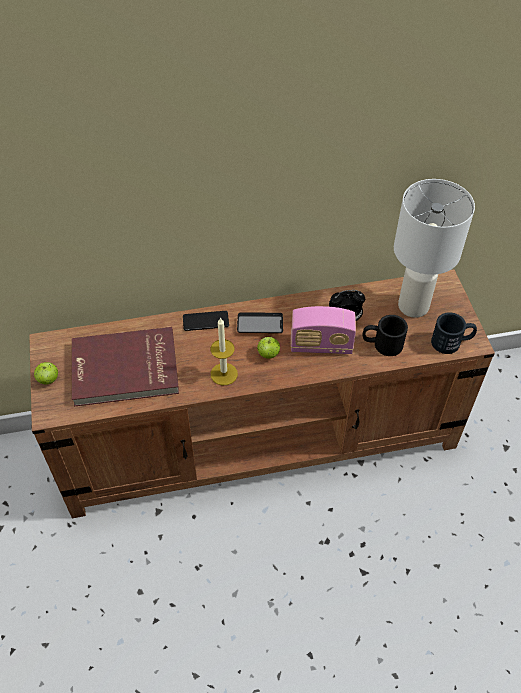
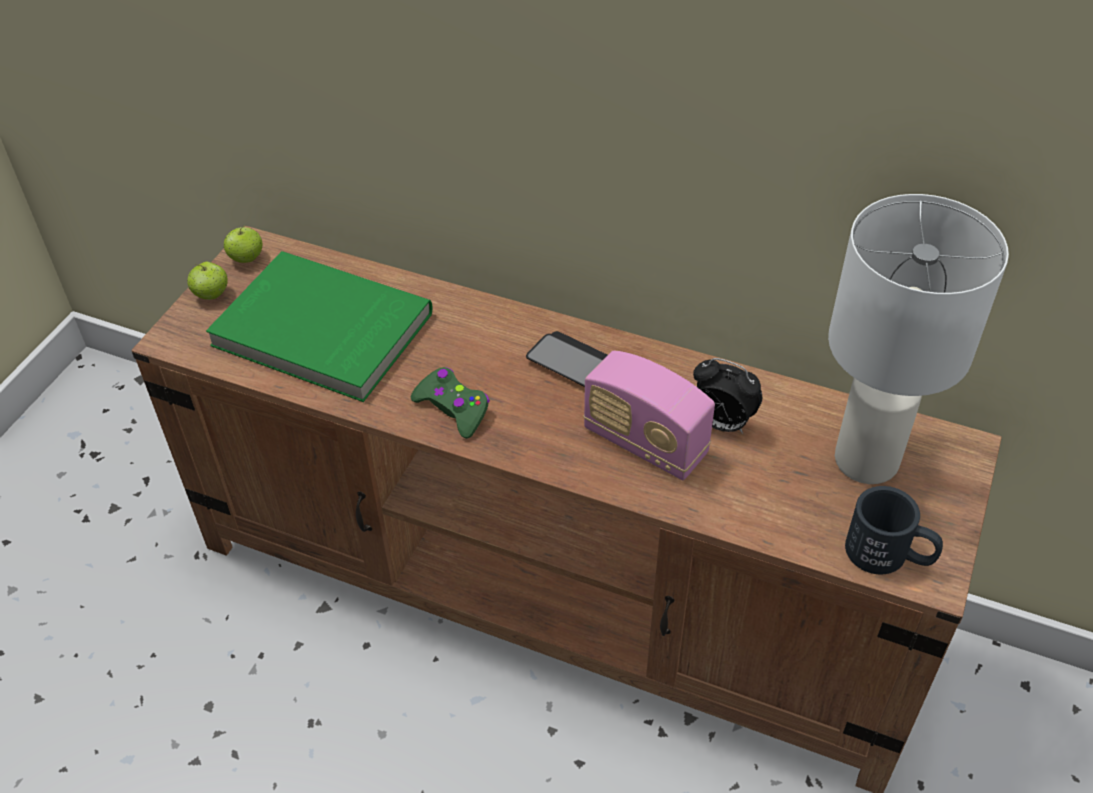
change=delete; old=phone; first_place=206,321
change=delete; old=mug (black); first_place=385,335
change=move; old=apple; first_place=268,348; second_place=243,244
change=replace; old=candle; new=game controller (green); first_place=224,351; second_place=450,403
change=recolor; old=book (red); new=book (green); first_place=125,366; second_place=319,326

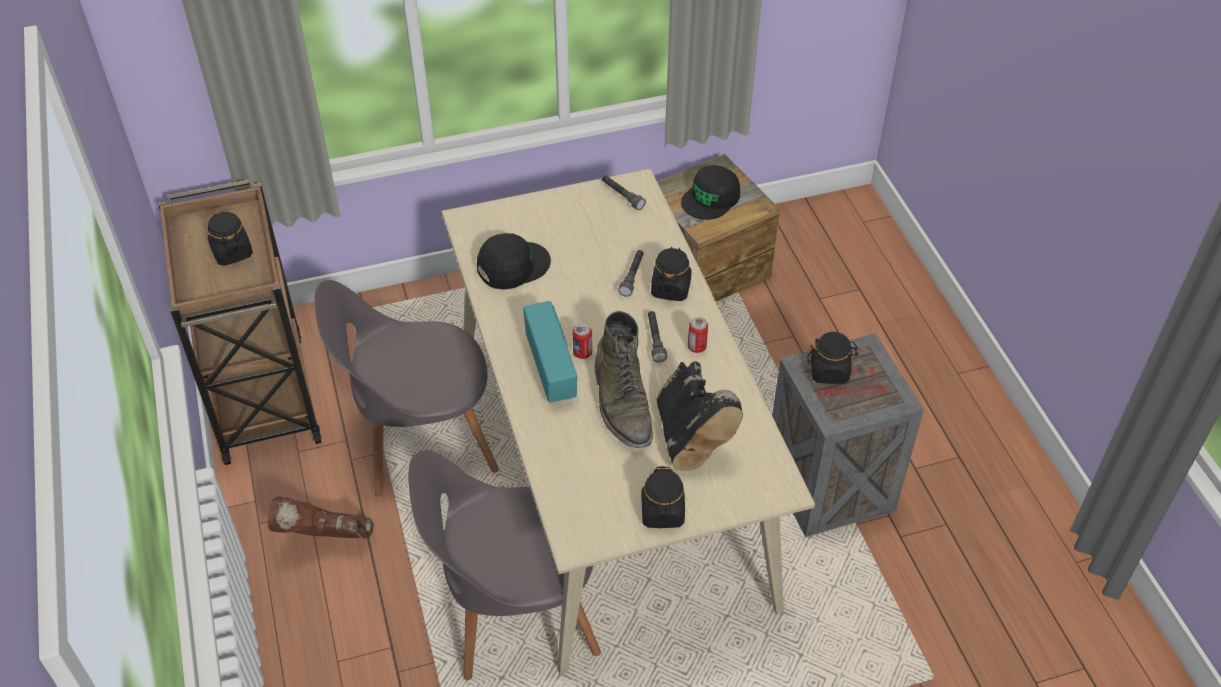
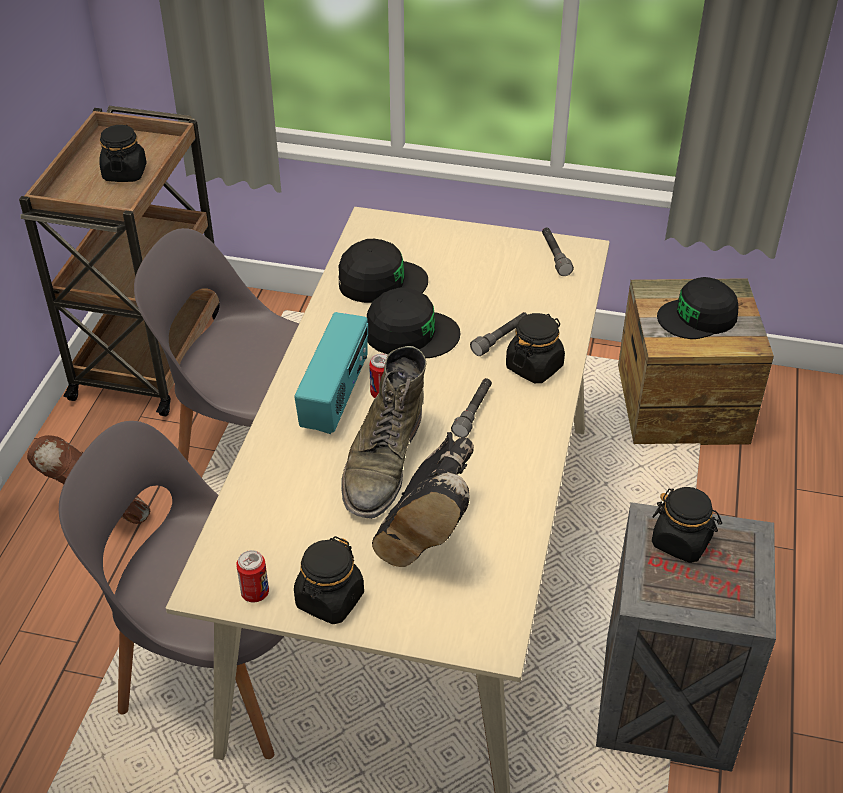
change=insert; new=cap (black); second_place=413,323
change=move; old=can; first_place=698,335; second_place=252,576

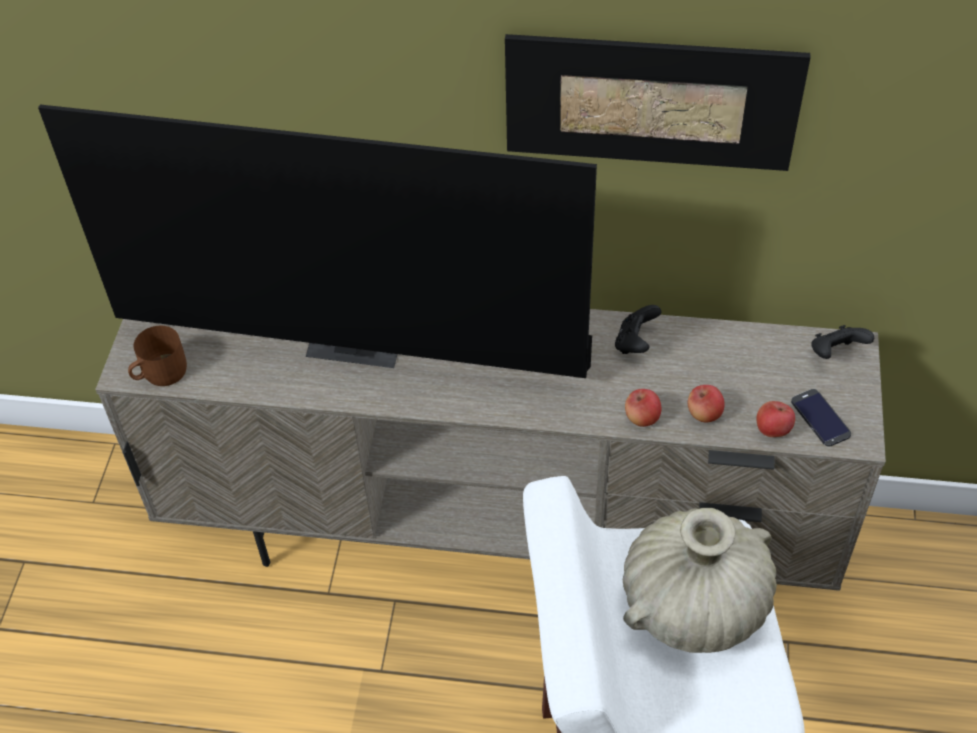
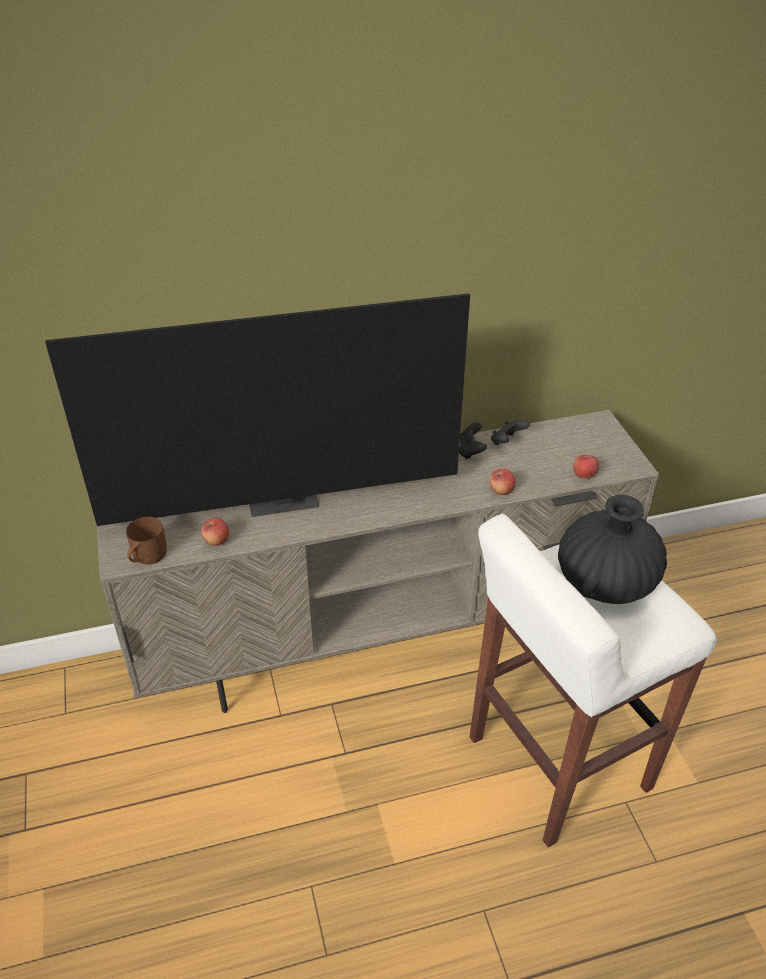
change=delete; old=picture; first_place=657,102
change=delete; old=phone; first_place=821,418
change=move; old=apple; first_place=706,404; second_place=215,532
change=move; old=game controller (black); first_place=842,342; second_place=510,432
change=recolor; old=vase (beige); new=vase (black); first_place=700,580; second_place=612,549

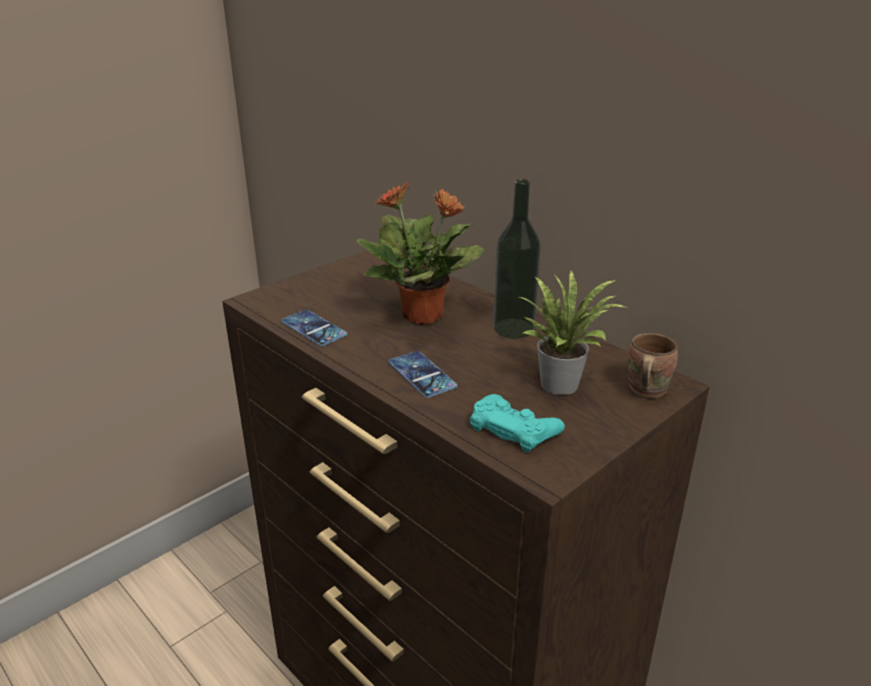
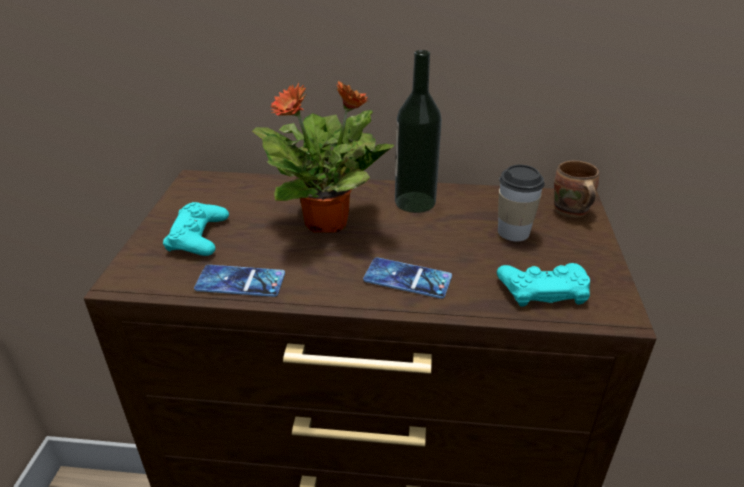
change=insert; new=game controller (turquoise); second_place=196,229
change=replace; old=potted plant; new=cup; first_place=572,333; second_place=521,203

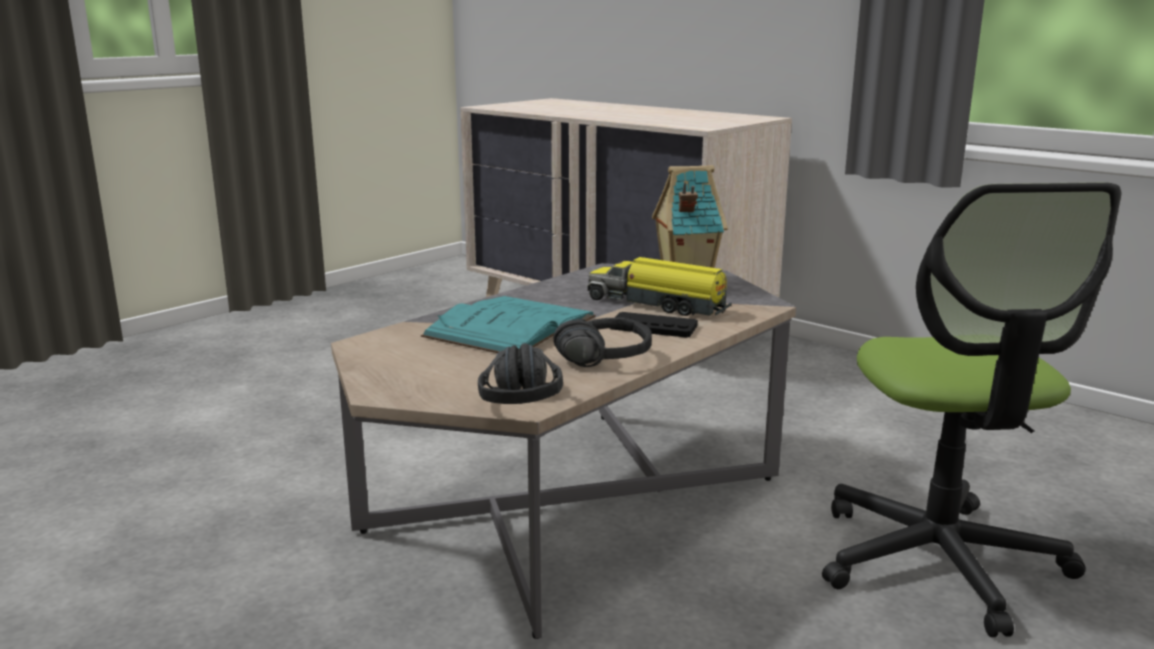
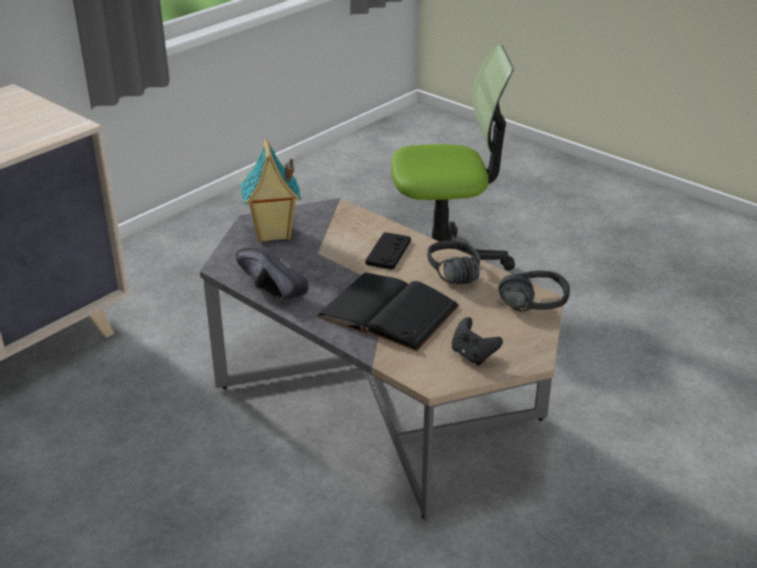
change=delete; old=toy truck; first_place=659,286
change=insert; new=shoe (black); second_place=272,272
change=insert; new=game controller (black); second_place=477,341
change=recolor; old=book (turquoise); new=book (black); first_place=508,324; second_place=388,312

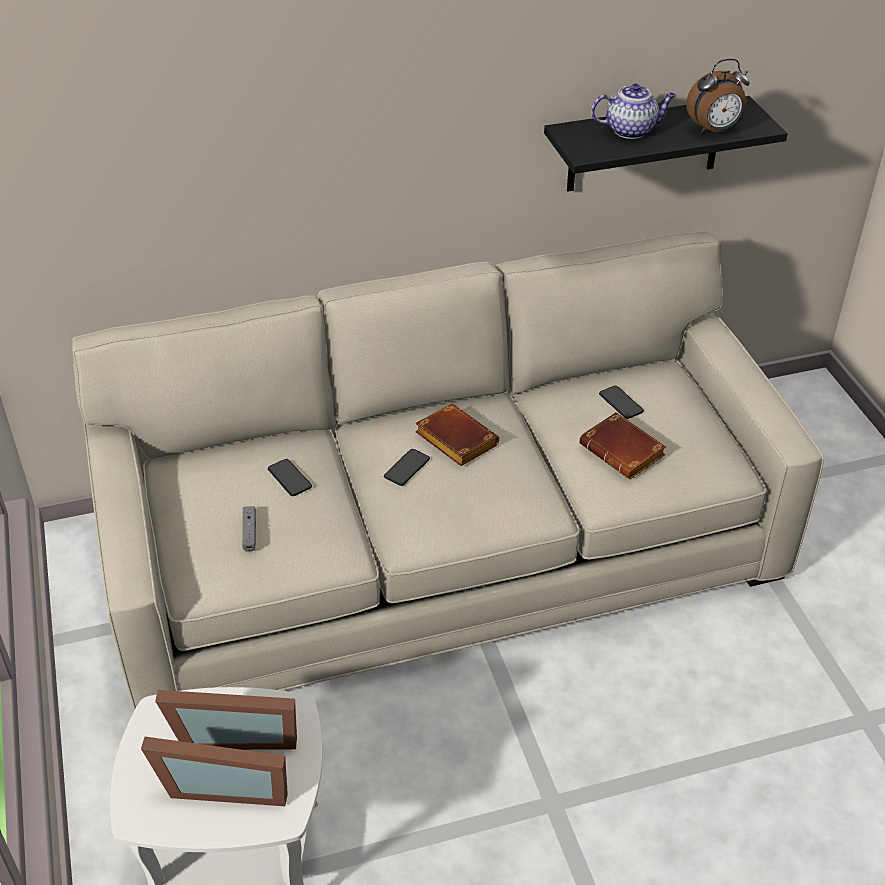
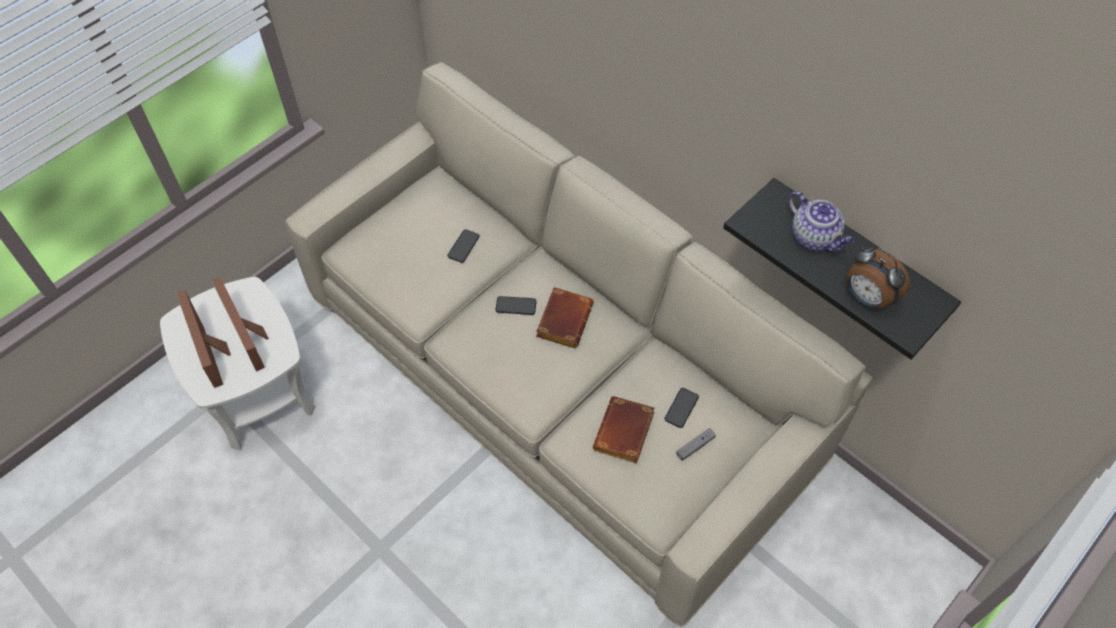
change=move; old=game controller (grey); first_place=249,529; second_place=696,444

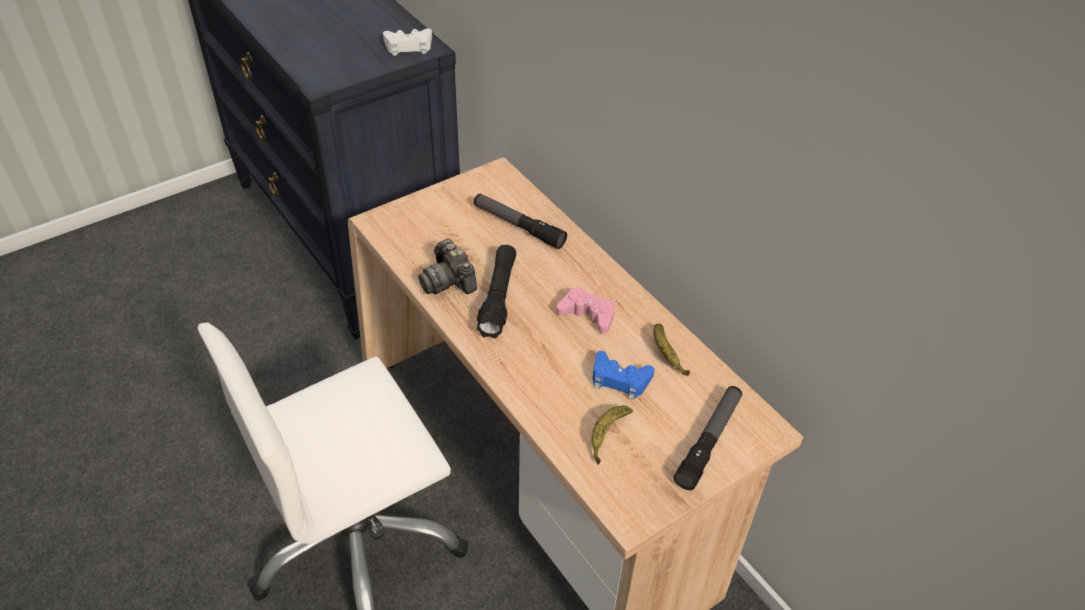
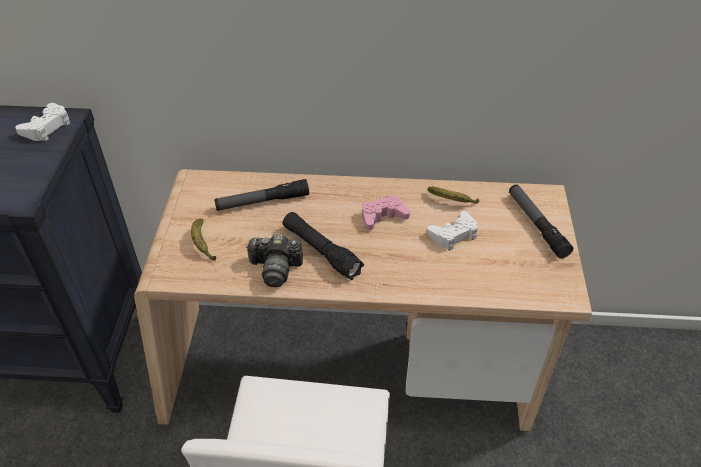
change=move; old=banana; first_place=612,435; second_place=203,240
change=recolor; old=game controller (blue); new=game controller (white); first_place=623,375; second_place=452,231

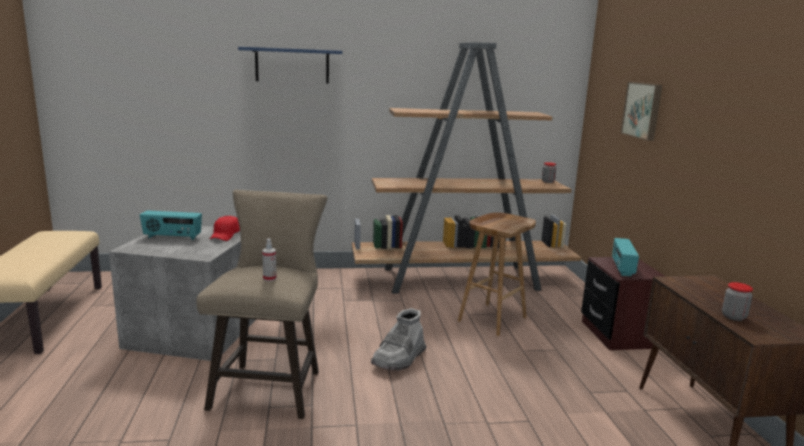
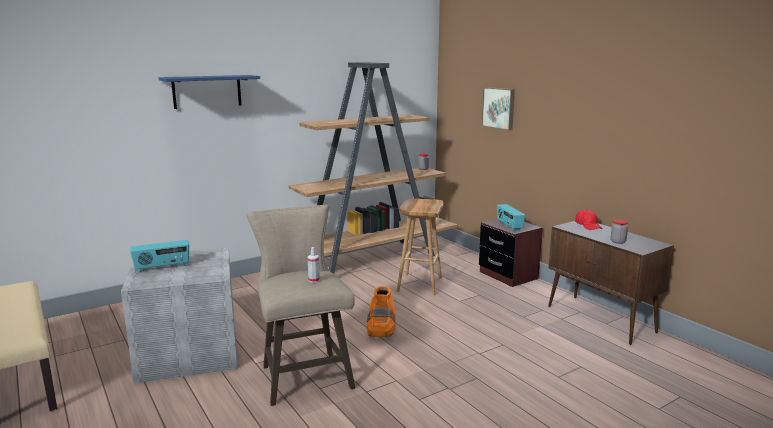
change=move; old=cap (red); first_place=225,228; second_place=589,220
change=recolor; old=boot (grey); new=boot (orange); first_place=399,339; second_place=381,311

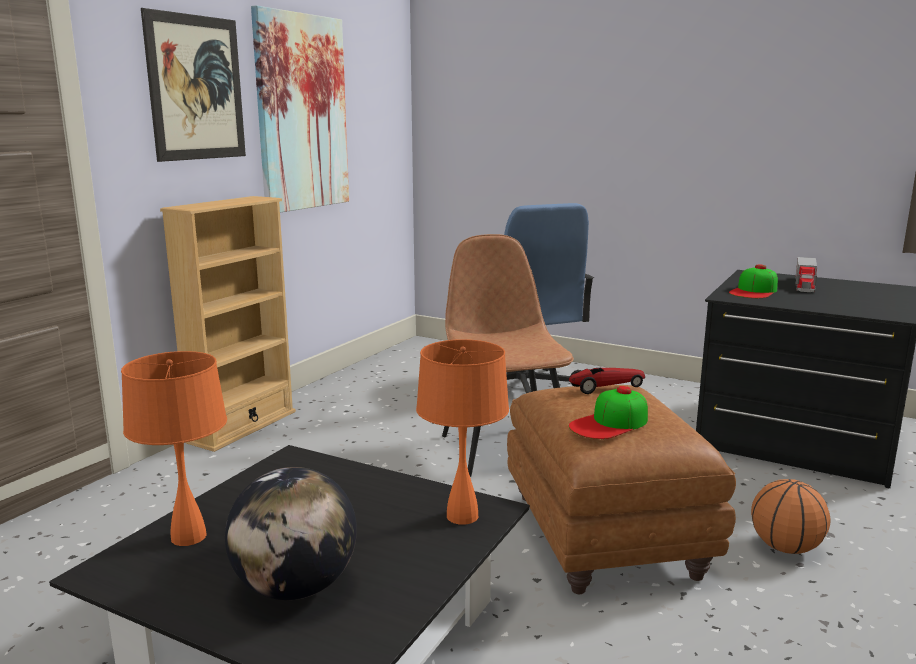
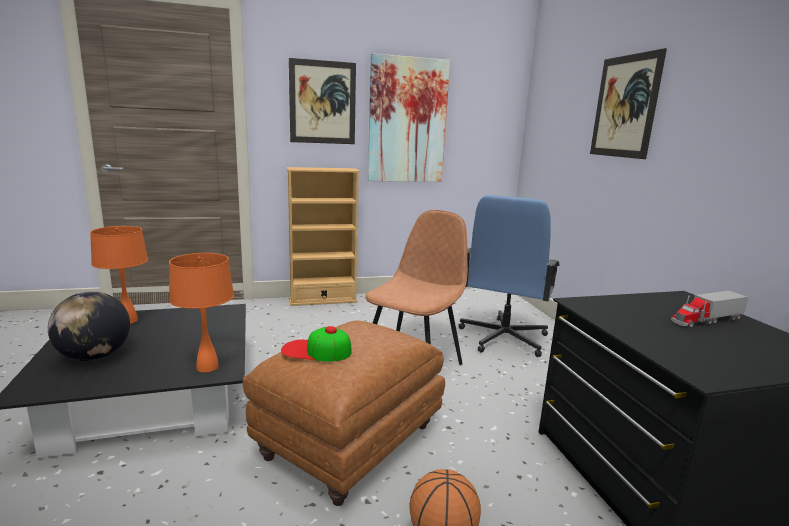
change=delete; old=toy car; first_place=607,381
change=delete; old=cap; first_place=753,281
change=insert; new=picture; second_place=628,103

